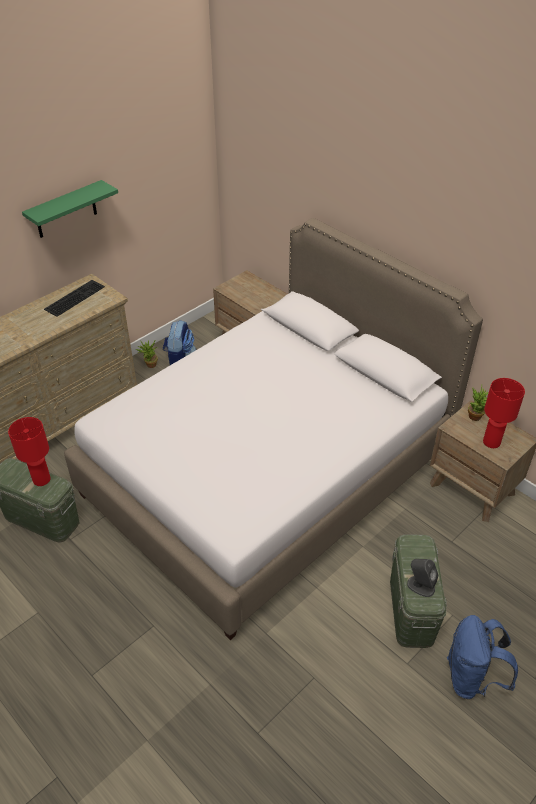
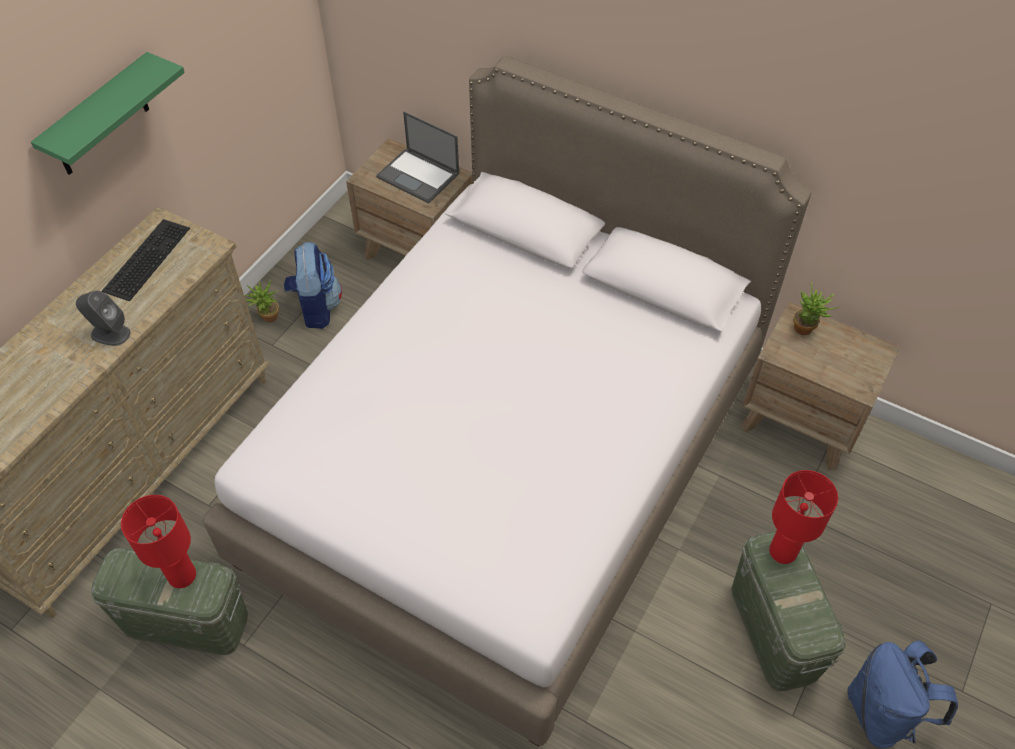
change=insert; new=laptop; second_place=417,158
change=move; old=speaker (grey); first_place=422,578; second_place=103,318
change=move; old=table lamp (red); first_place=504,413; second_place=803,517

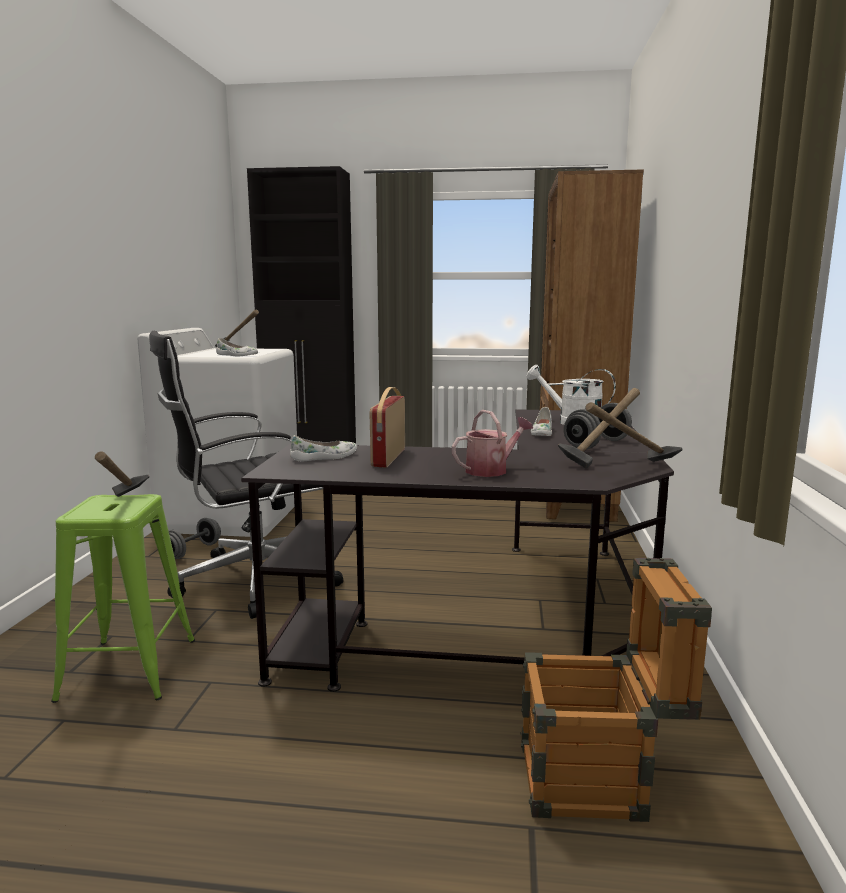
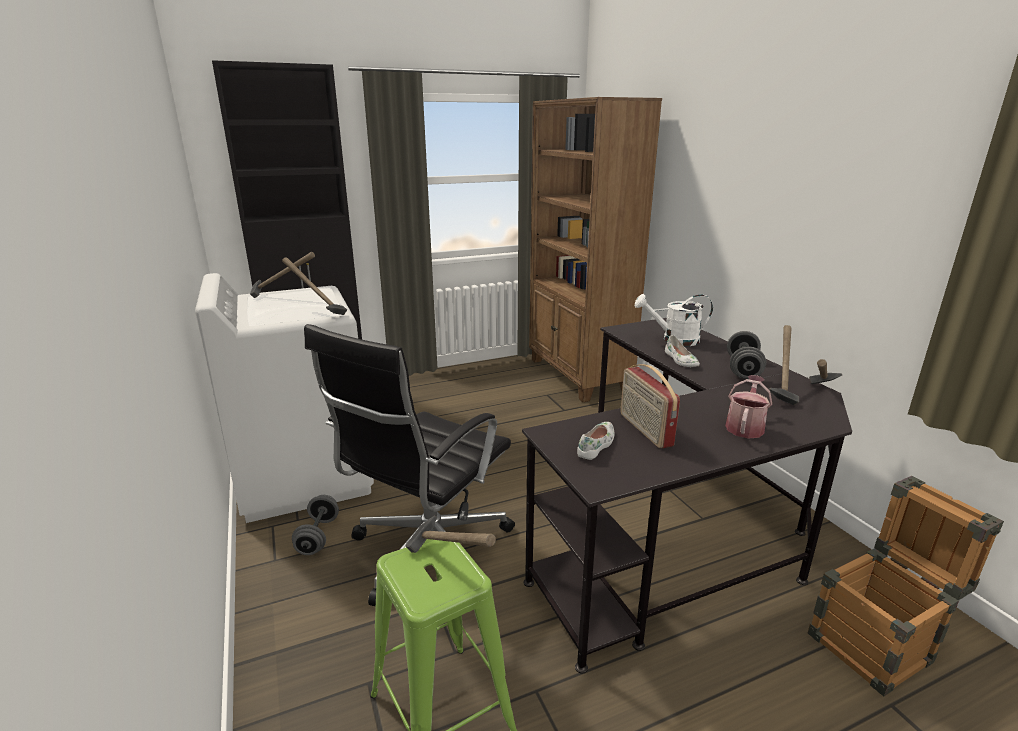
change=replace; old=shoe (white); new=hammer; first_place=237,347; second_place=314,286

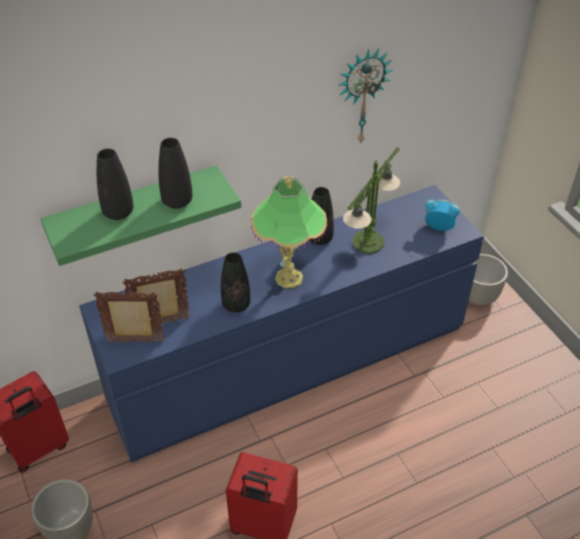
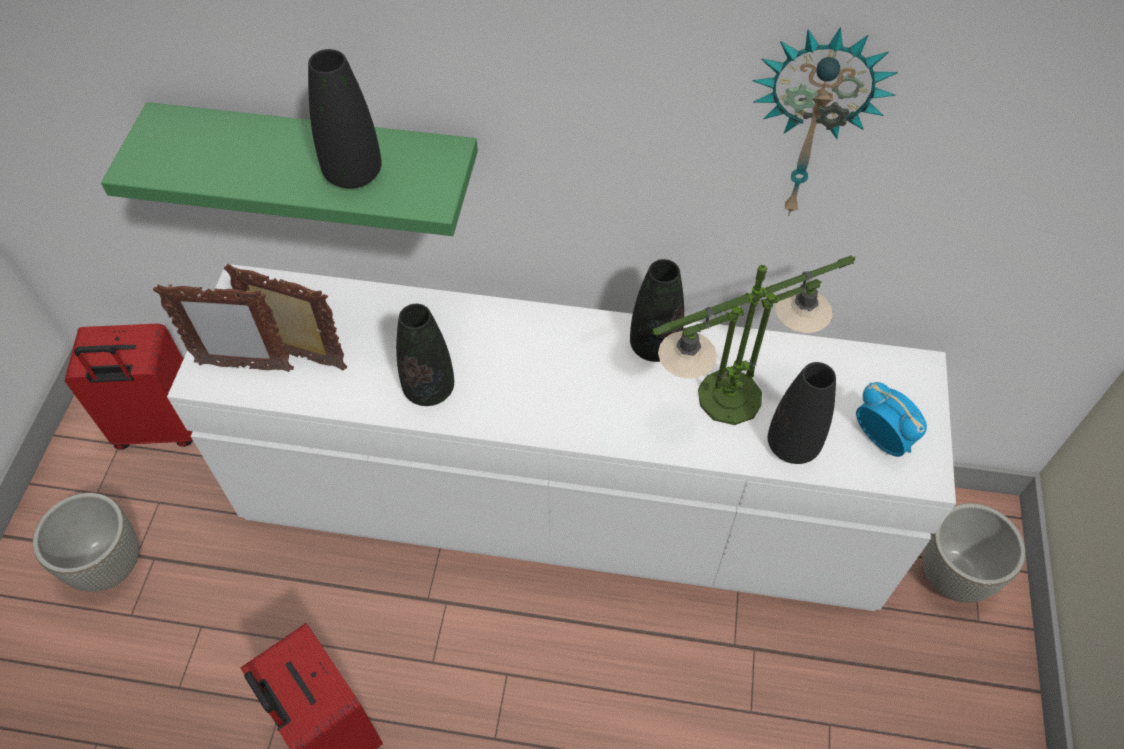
change=delete; old=table lamp; first_place=289,232
change=move; old=vase (black); first_place=115,184; second_place=802,413
change=recolor; old=dresser (blue); new=dresser (white); first_place=281,324; second_place=561,437
change=rotate; old=picture frame; first_place=129,317; second_place=223,327; degrees=150

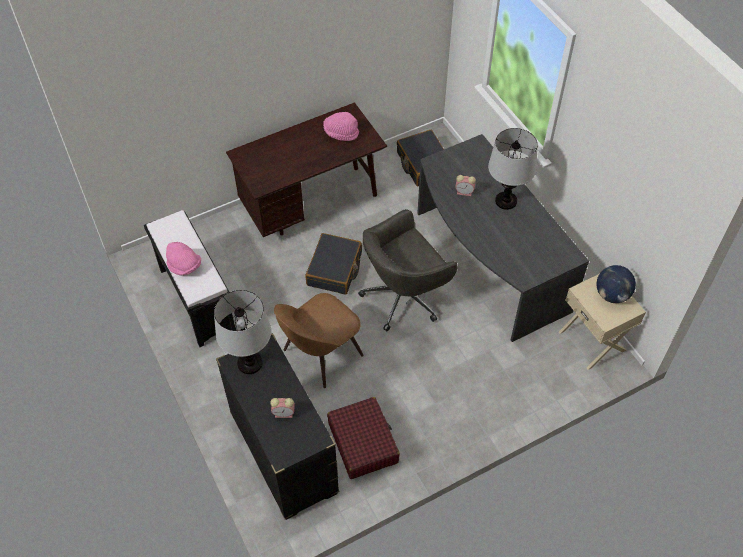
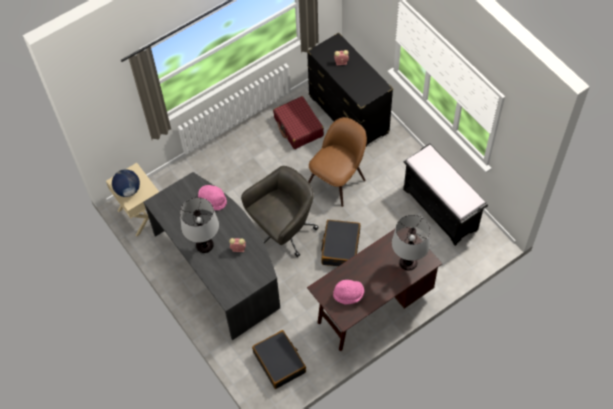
change=move; old=hat (pink); first_place=183,259; second_place=212,197
change=move; old=table lamp; first_place=242,332; second_place=411,243

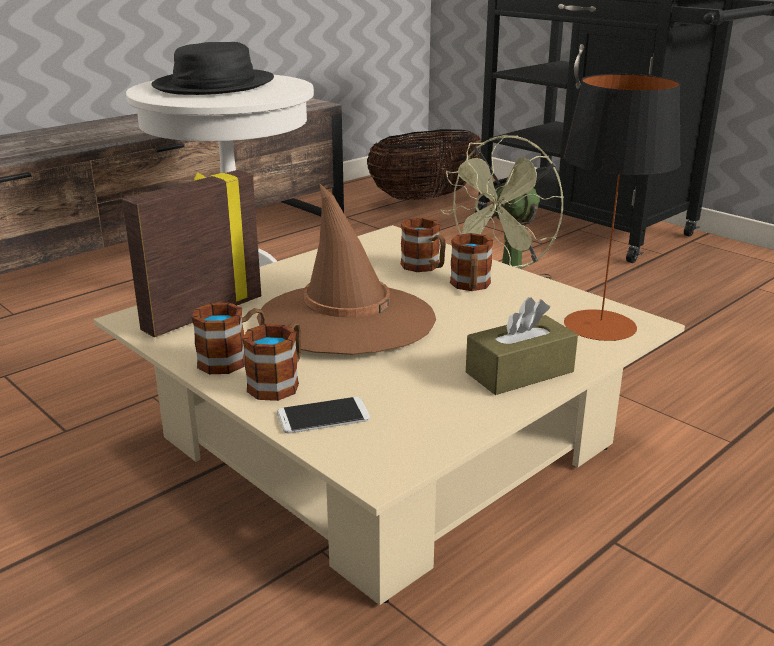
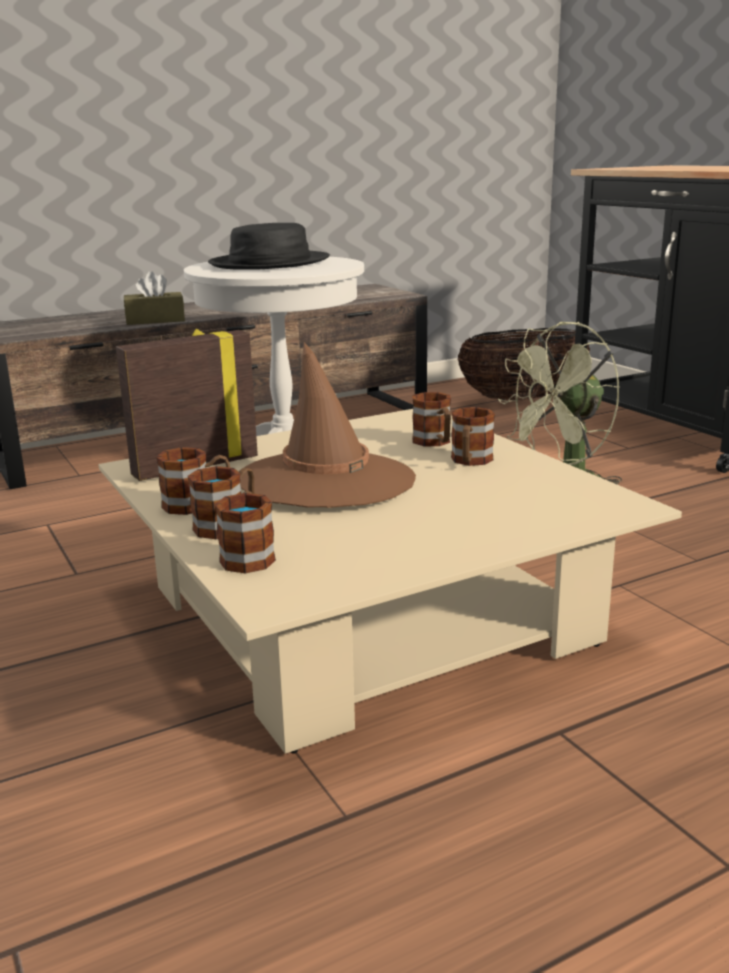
change=delete; old=table lamp; first_place=622,207
change=move; old=tissue box (brown); first_place=522,346; second_place=154,298
change=replace; old=phone; new=mug; first_place=323,415; second_place=245,532

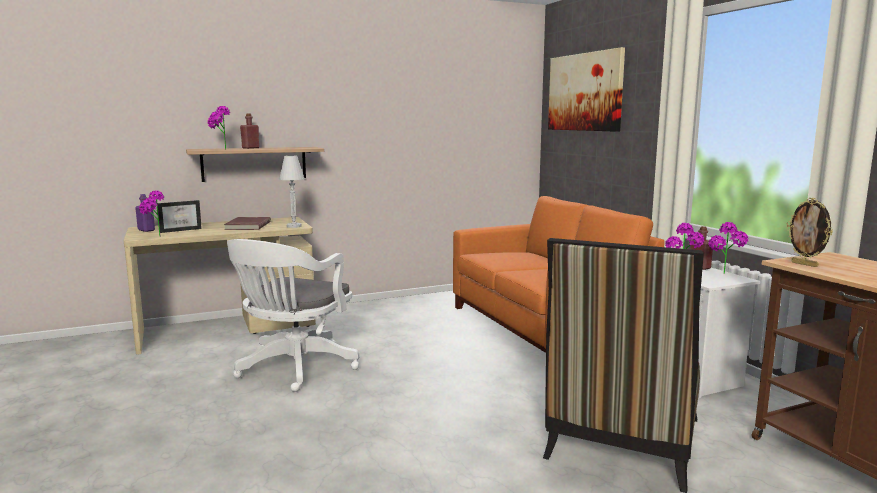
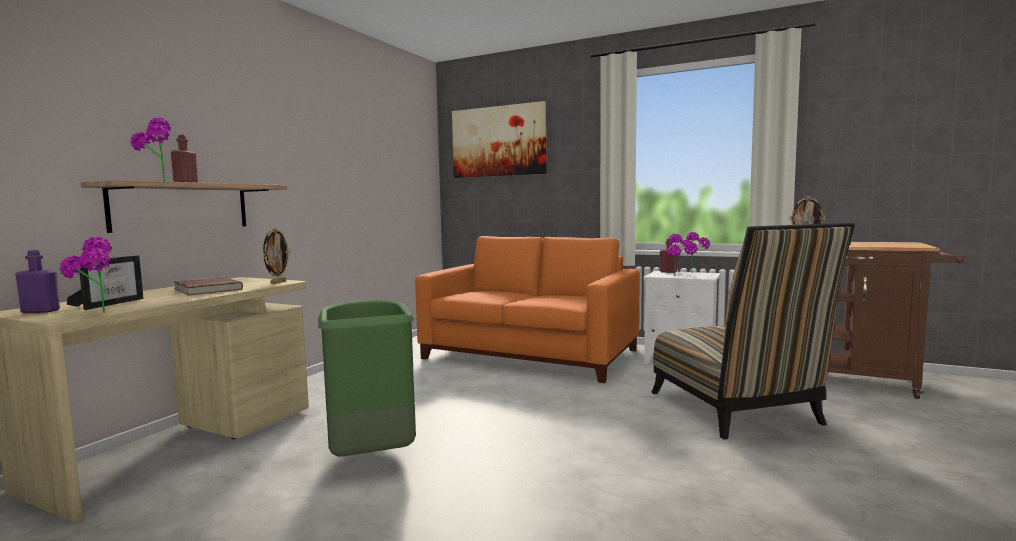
change=replace; old=office chair (white); new=trash can (green); first_place=293,315; second_place=367,378
change=replace; old=table lamp (white); new=picture frame; first_place=292,191; second_place=276,255

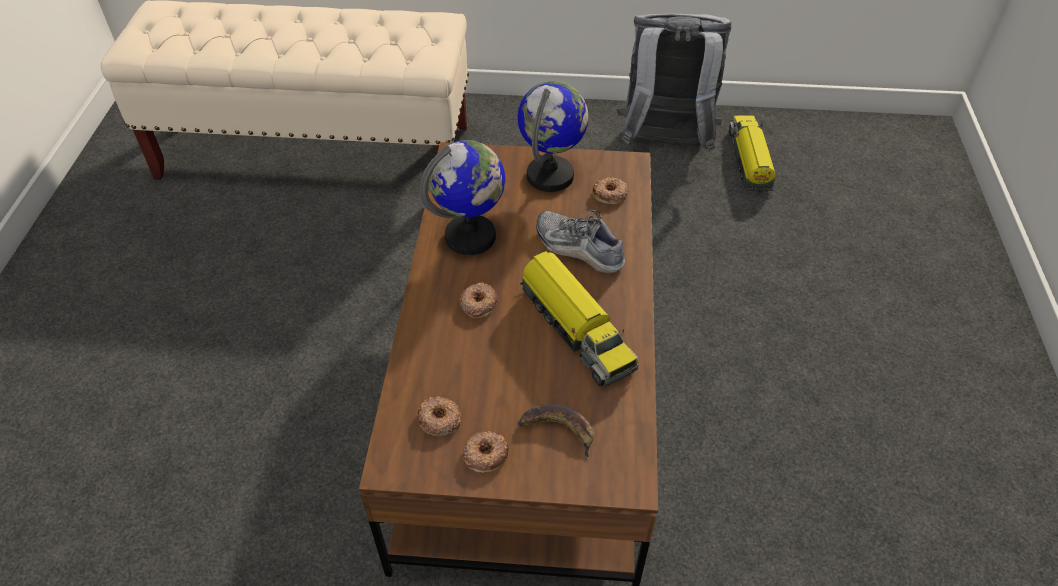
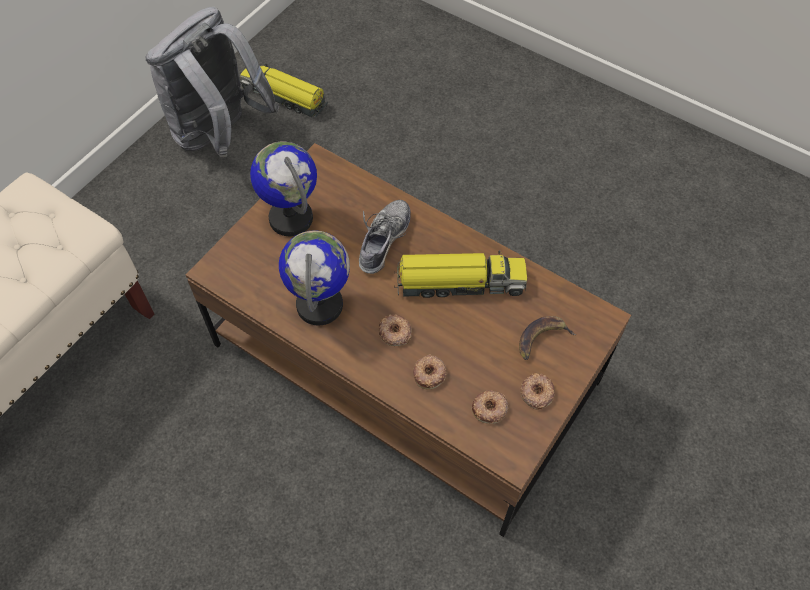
change=move; old=donut; first_place=610,190; second_place=430,372
change=rotate; old=shoe; first_place=580,241; second_place=385,237; degrees=135

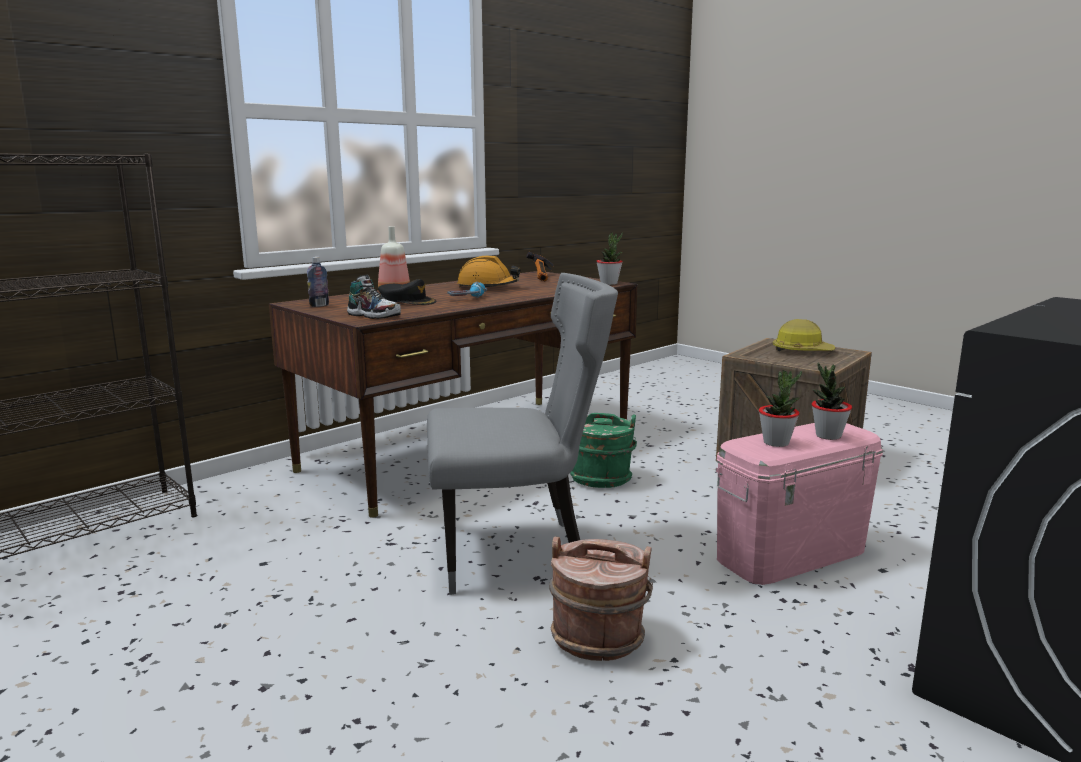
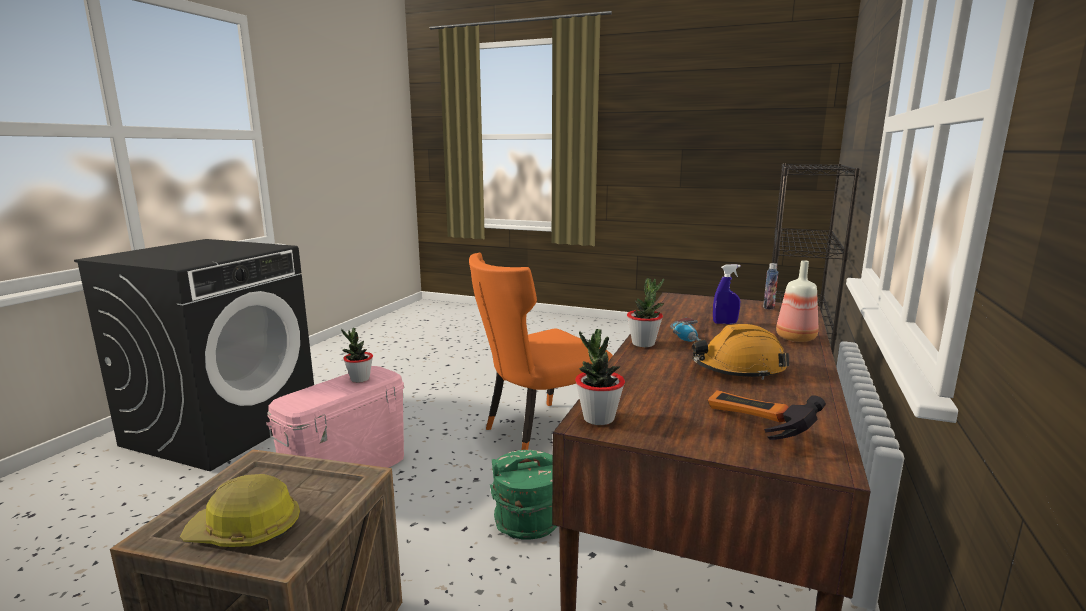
change=delete; old=shoe; first_place=374,297
change=delete; old=bucket (brown); first_place=601,598
change=move; old=potted plant; first_place=832,401; second_place=645,312
change=replace; old=cap (black); new=spray bottle (blue); first_place=407,292; second_place=727,294
change=recolor; old=chair (grey); new=chair (orange); first_place=522,434; second_place=541,351

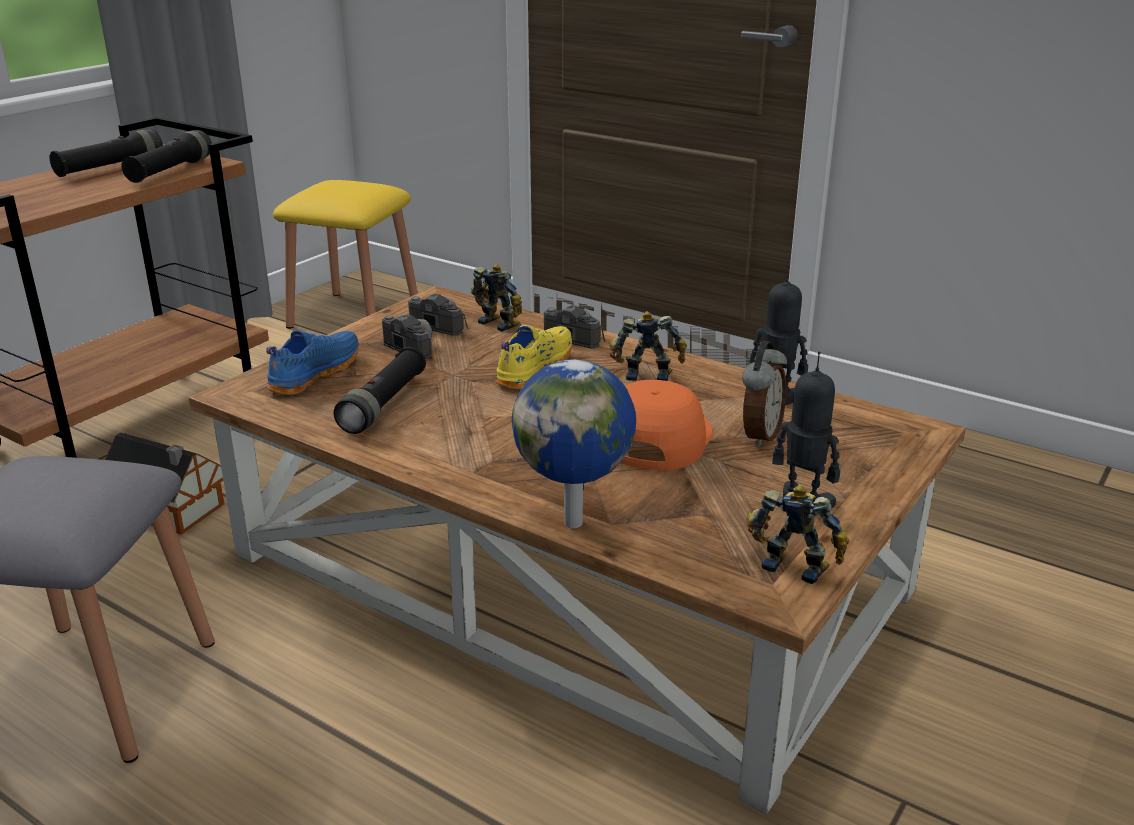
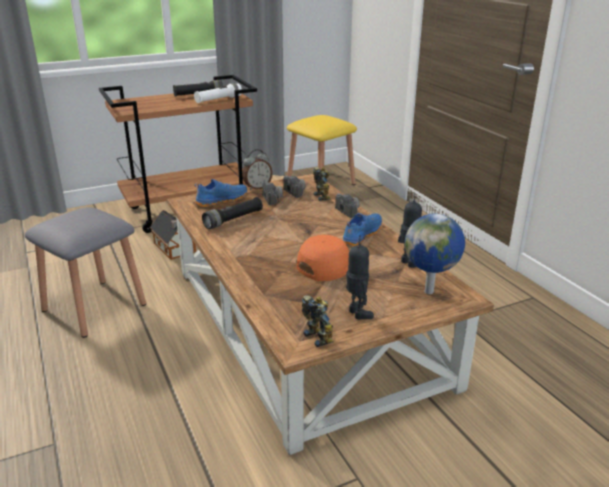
change=delete; old=shoe (yellow); first_place=534,357
change=move; old=globe; first_place=574,443; second_place=435,254
change=move; old=alarm clock; first_place=764,394; second_place=257,170
change=replace; old=toy robot; new=shoe (blue); first_place=648,346; second_place=362,230
change=recolor; old=flashlight (black); new=flashlight (white); first_place=166,156; second_place=218,93

